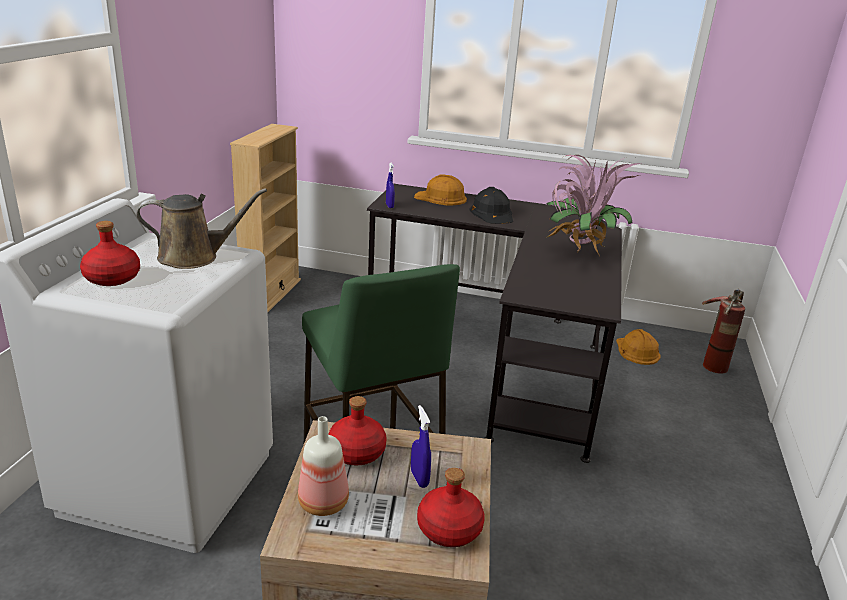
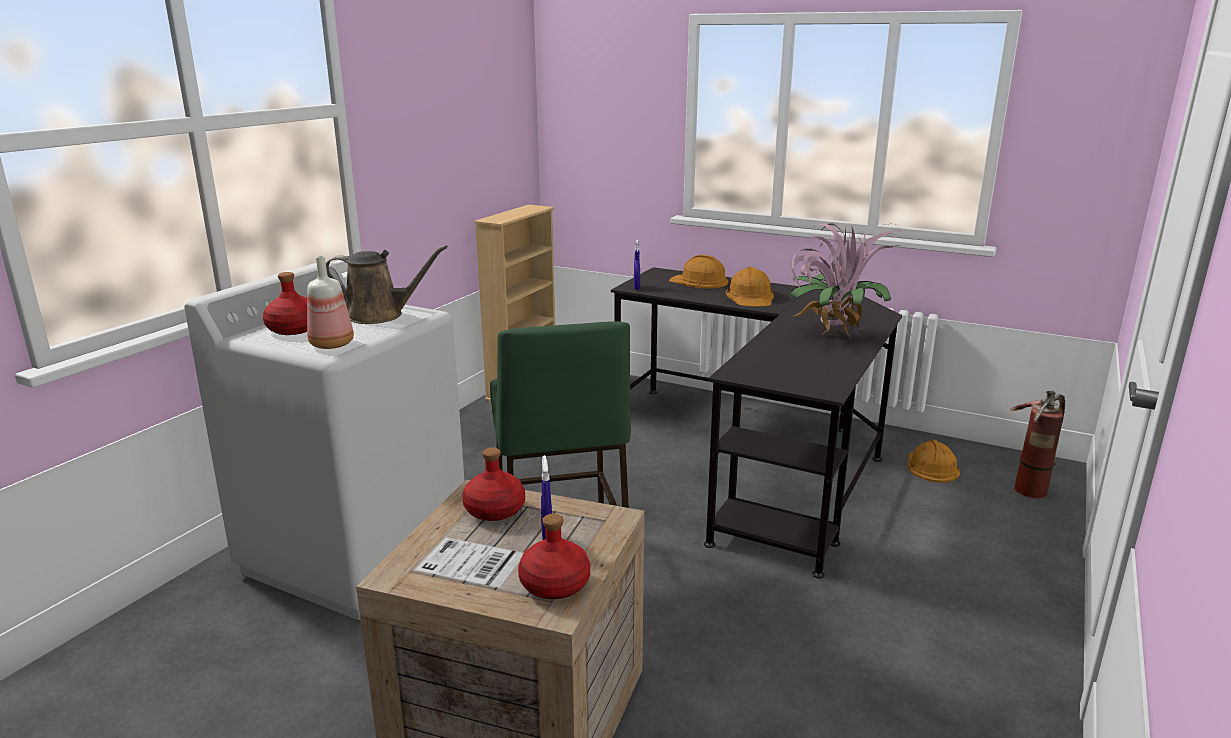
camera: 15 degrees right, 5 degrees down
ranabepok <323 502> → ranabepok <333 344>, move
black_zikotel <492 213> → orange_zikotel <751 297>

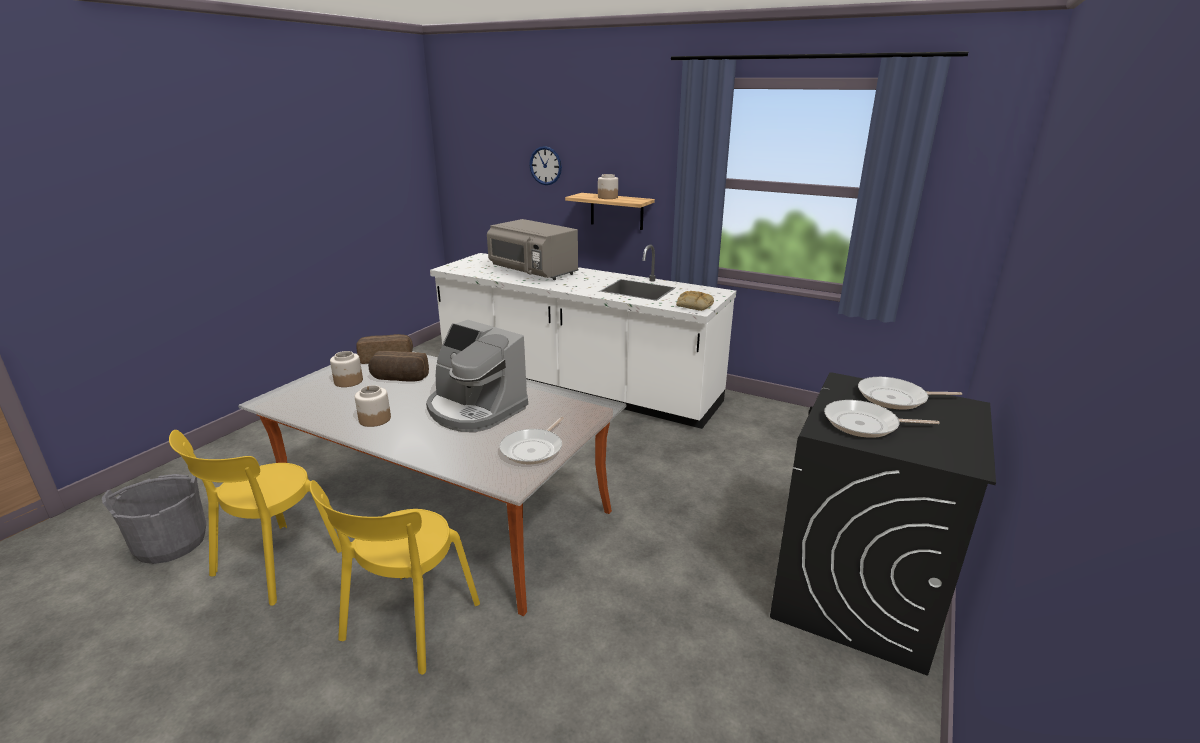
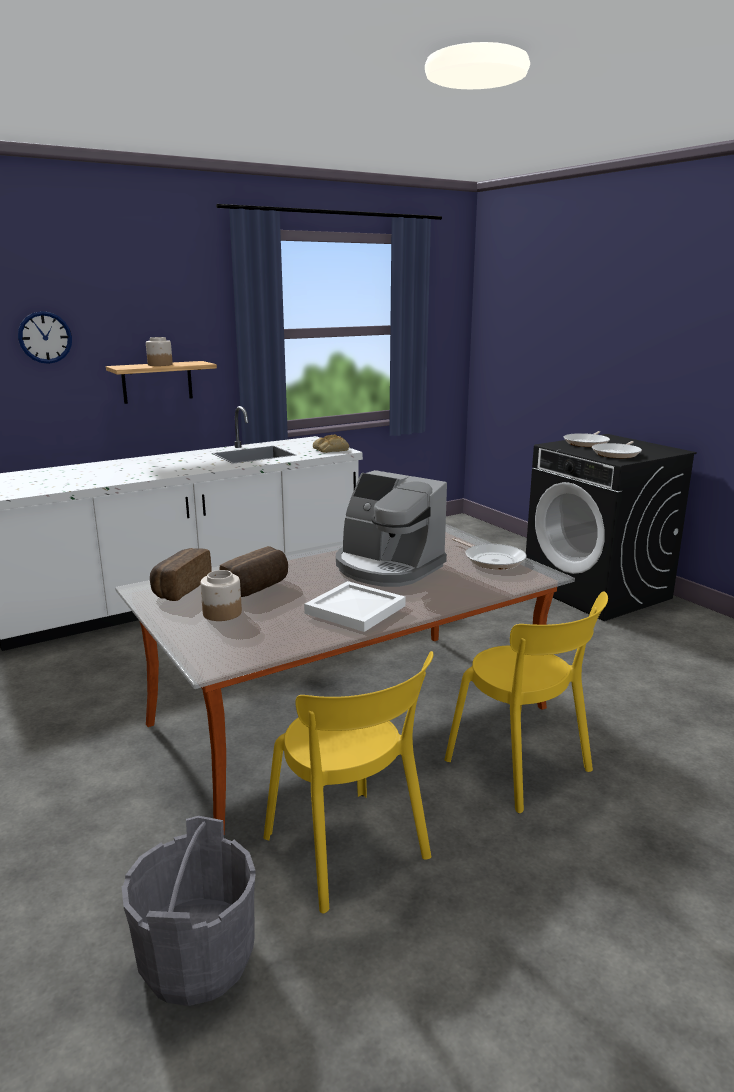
camera: 60 degrees left, 5 degrees down
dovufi <374 419> → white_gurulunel <353 609>
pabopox <475 409> → pabopox <387 567>, 60 degrees clockwise
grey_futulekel <533 272> → -

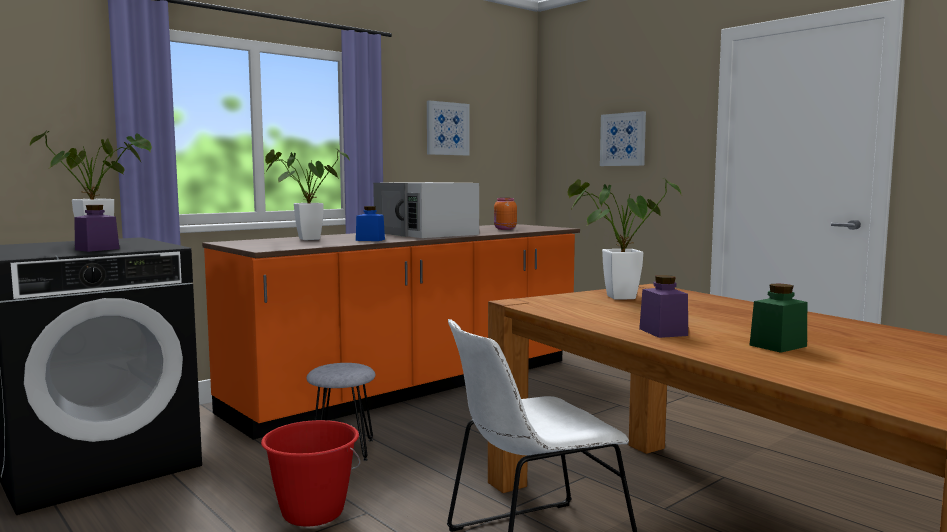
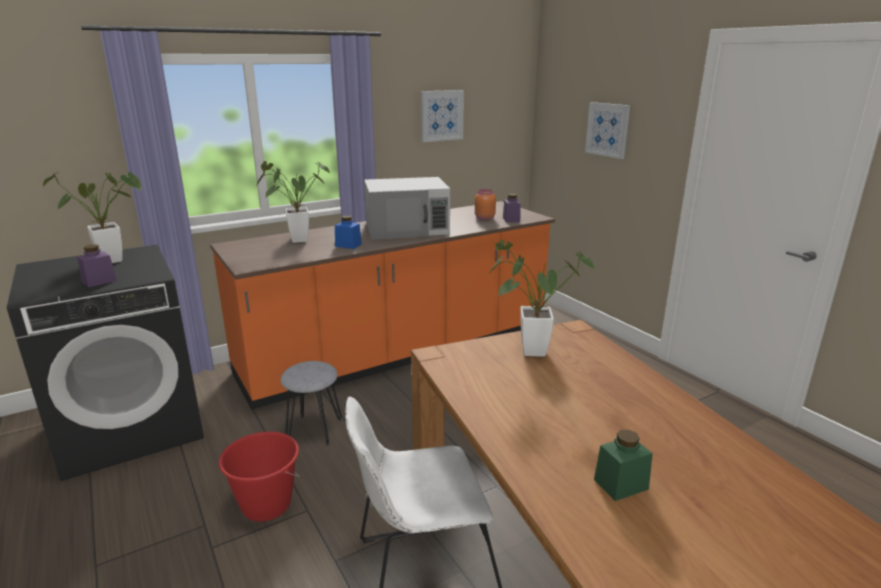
camera: 10 degrees right, 15 degrees up
white_futulekel <426 233> → white_futulekel <407 228>, 75 degrees counterclockwise
purple_dovufi <663 332> → purple_dovufi <511 219>, move

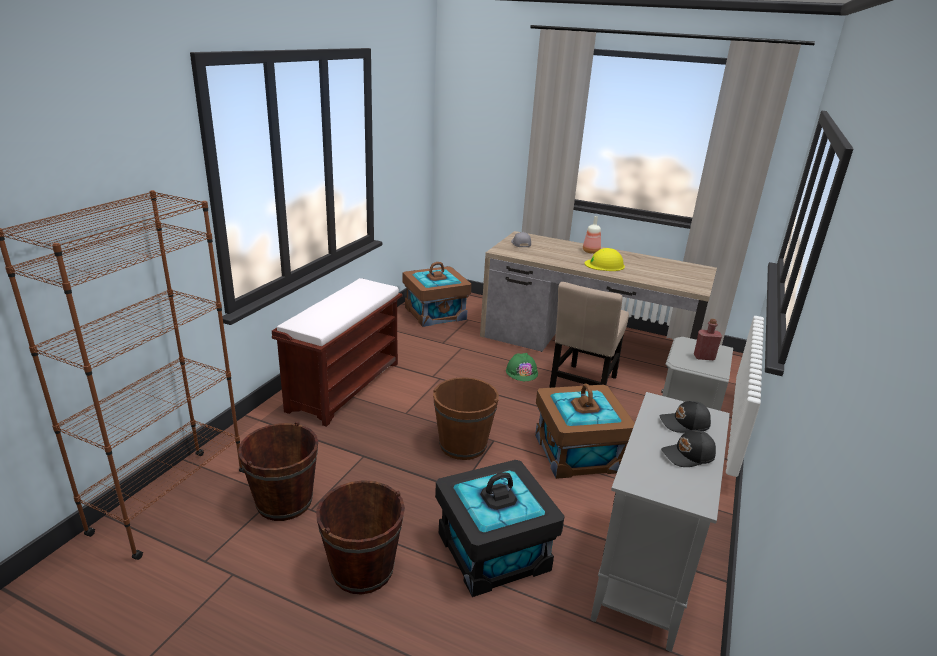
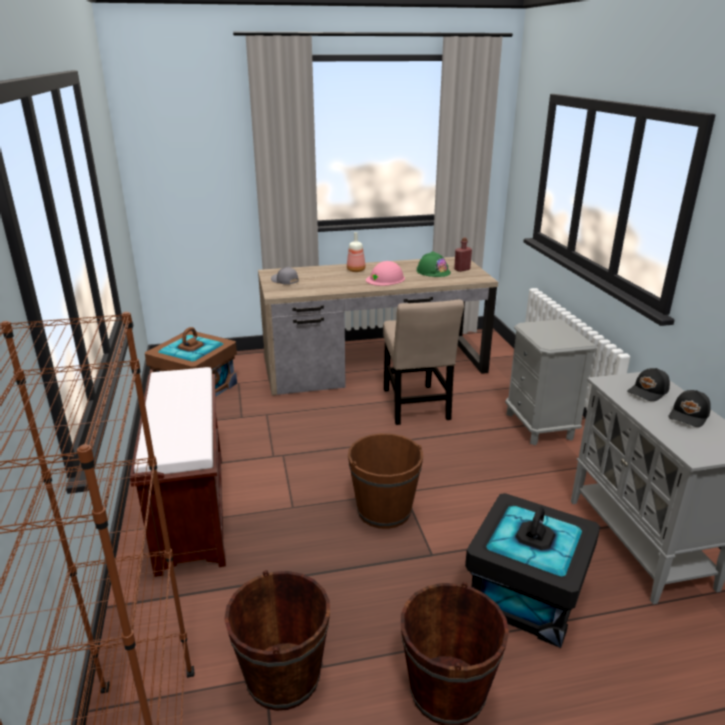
camera: 35 degrees left, 0 degrees up
green_zikotel <522 372> → green_zikotel <433 271>, move
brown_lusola <578 453> → -
yellow_zikotel <604 265> → pink_zikotel <385 279>
red_ranabepok <704 357> → red_ranabepok <462 269>, move

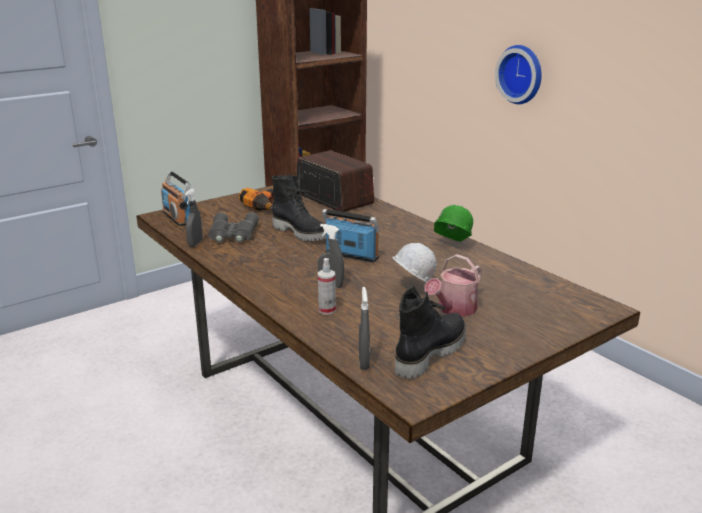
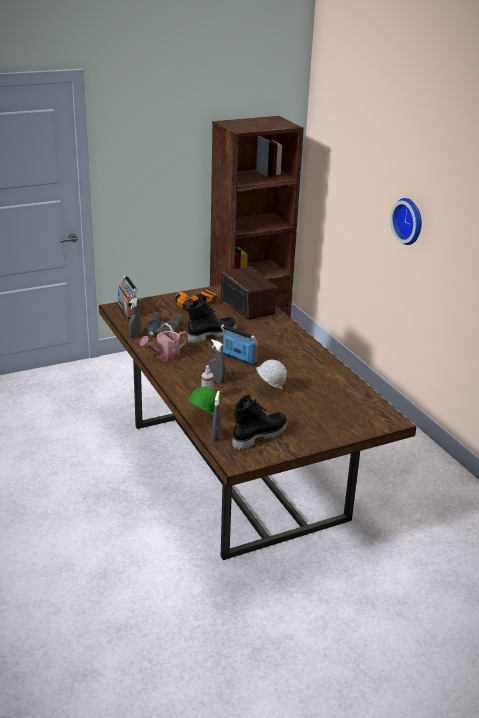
camera: 10 degrees right, 5 degrees up
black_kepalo <301 233> → black_kepalo <211 335>, 90 degrees counterclockwise
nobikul <454 309> → nobikul <165 356>, move
green_zikotel <450 246> → green_zikotel <201 419>, move

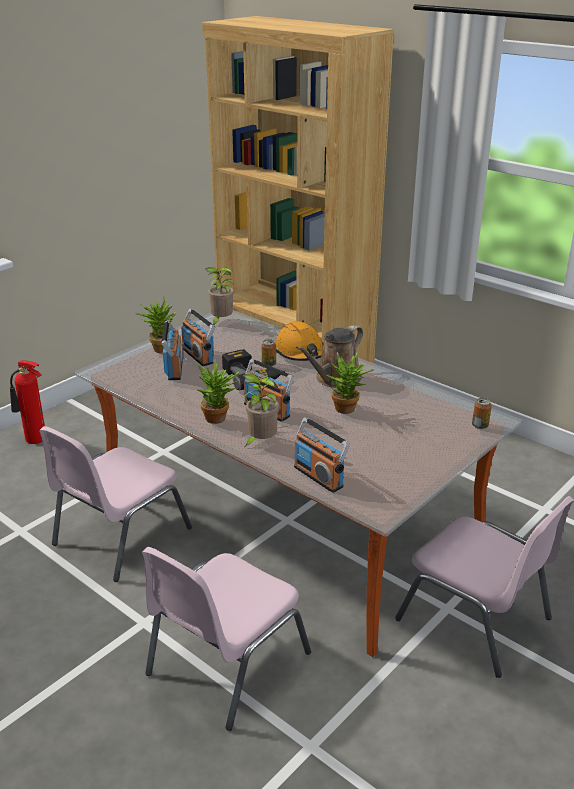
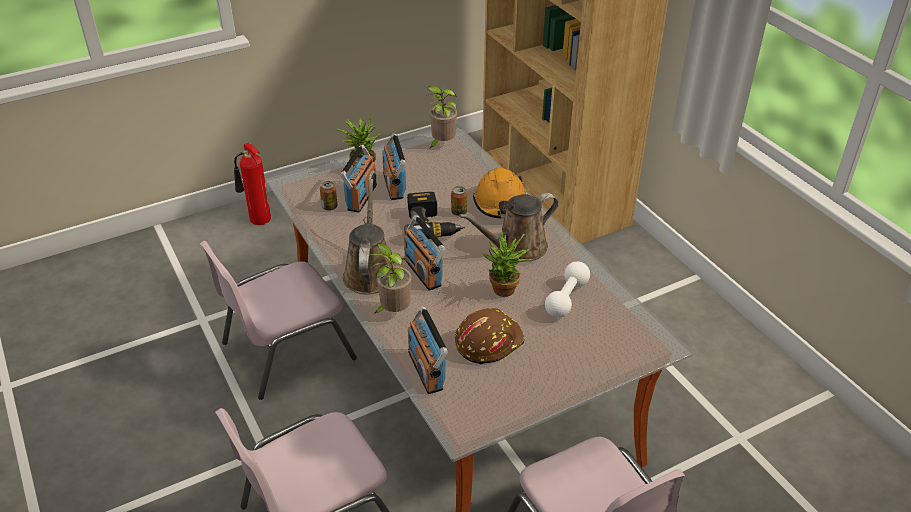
camera: 20 degrees right, 10 degrees up
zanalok <219 419> → brown_nobikul <369 272>
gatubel <480 425> → gatubel <329 207>, move
- → brown_zikotel <488 341>
- → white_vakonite <566 298>

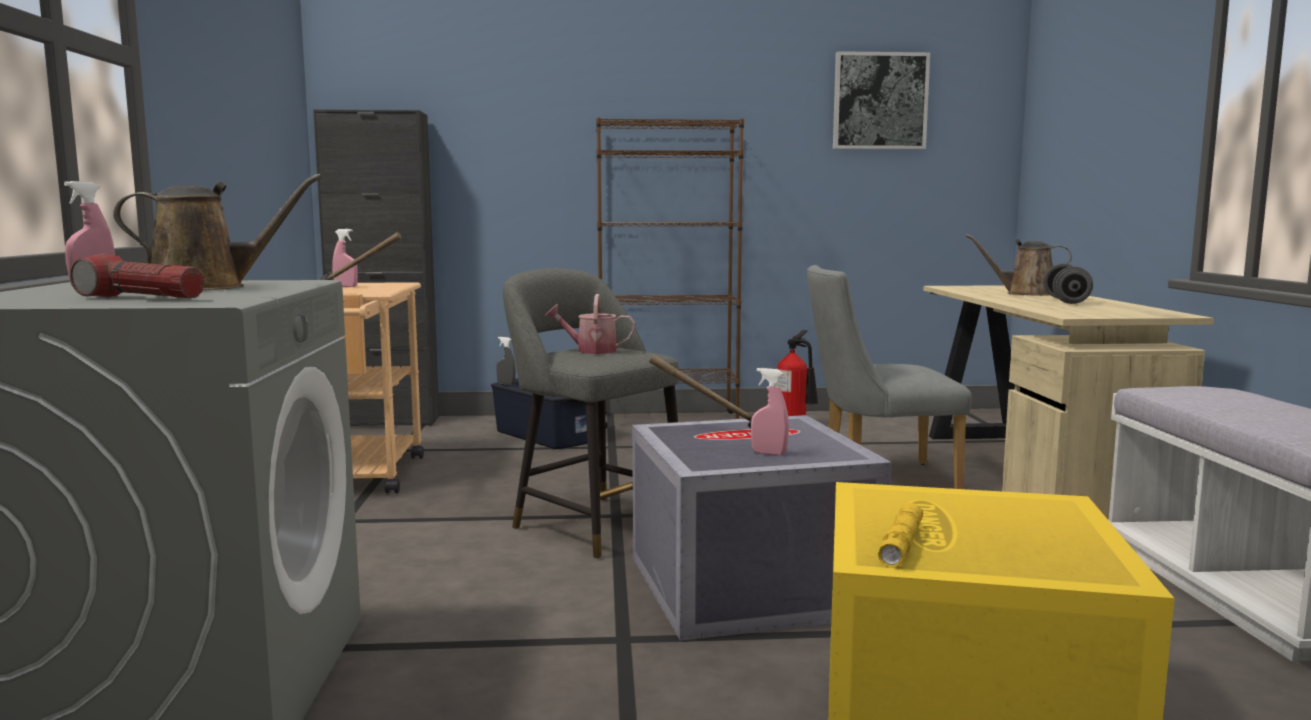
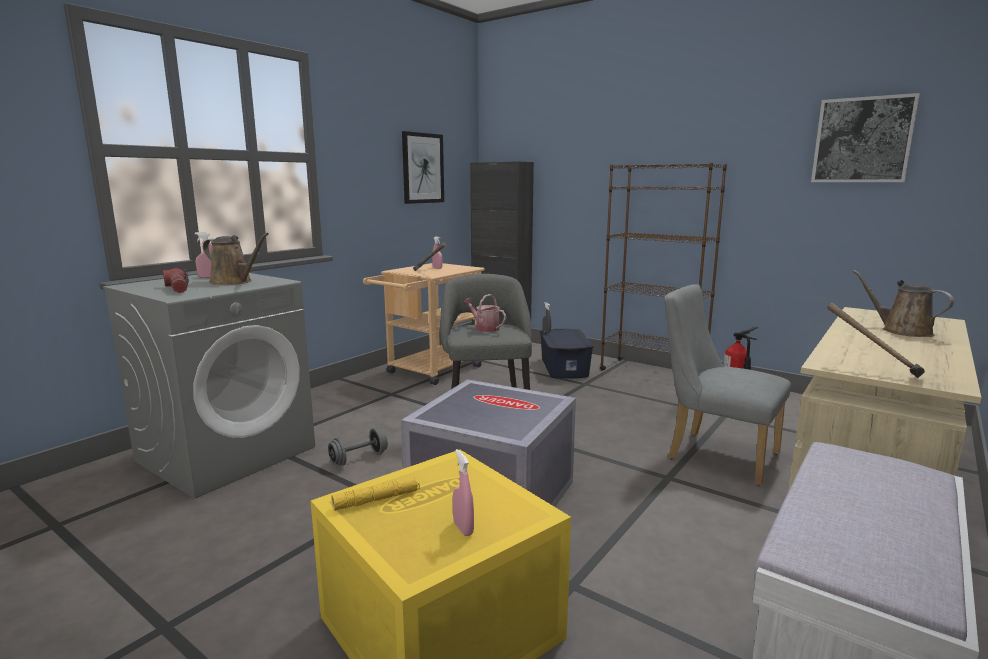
camera: 40 degrees right, 5 degrees up
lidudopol <711 431> → lidudopol <873 371>, move
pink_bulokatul <769 453> → pink_bulokatul <463 528>, move
grey_vakonite <1066 301> → grey_vakonite <359 459>, move
- → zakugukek <422 168>

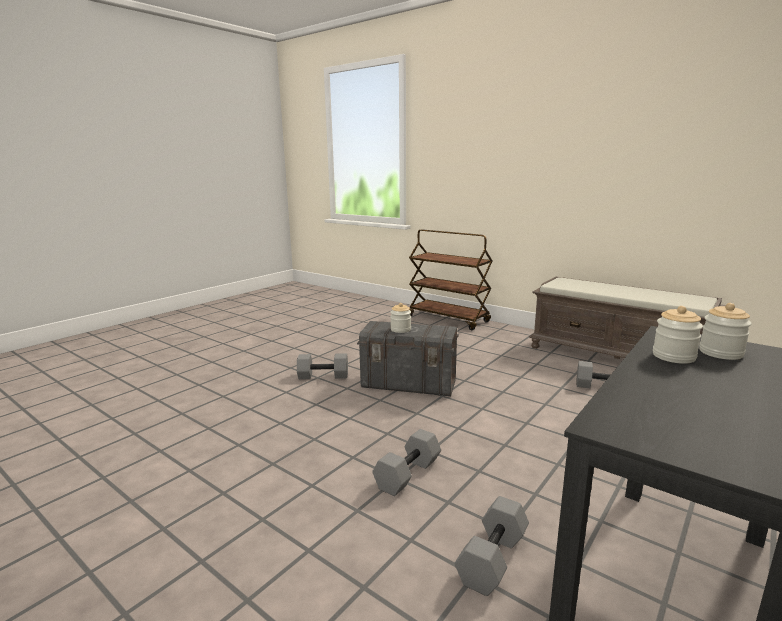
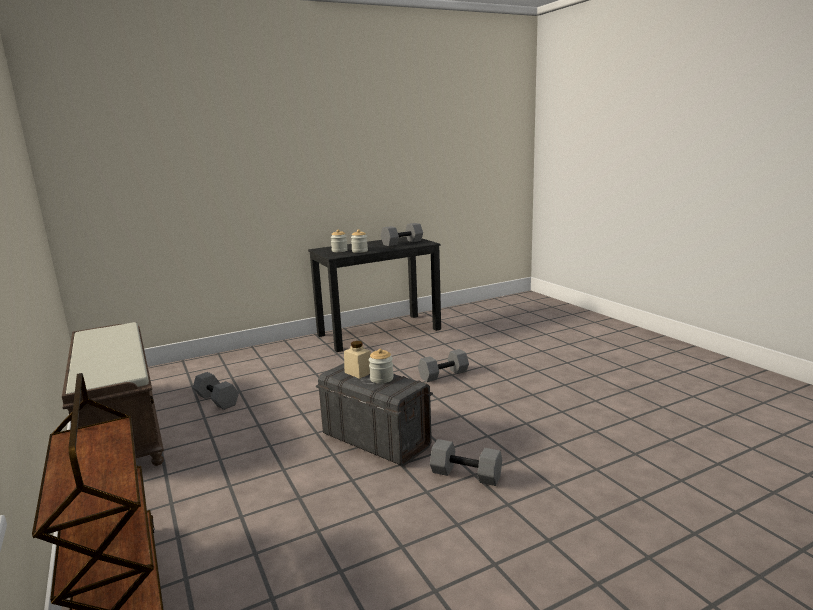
camera: 155 degrees left, 0 degrees up
grey_vakonite <493 560> → grey_vakonite <402 242>, move
- → beige_dovufi <358 372>

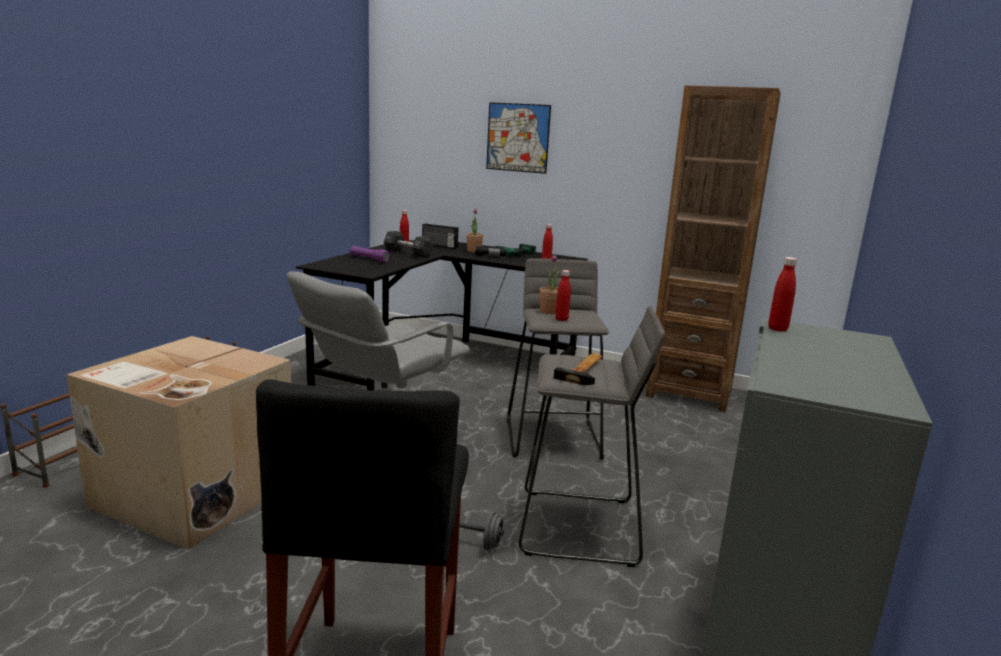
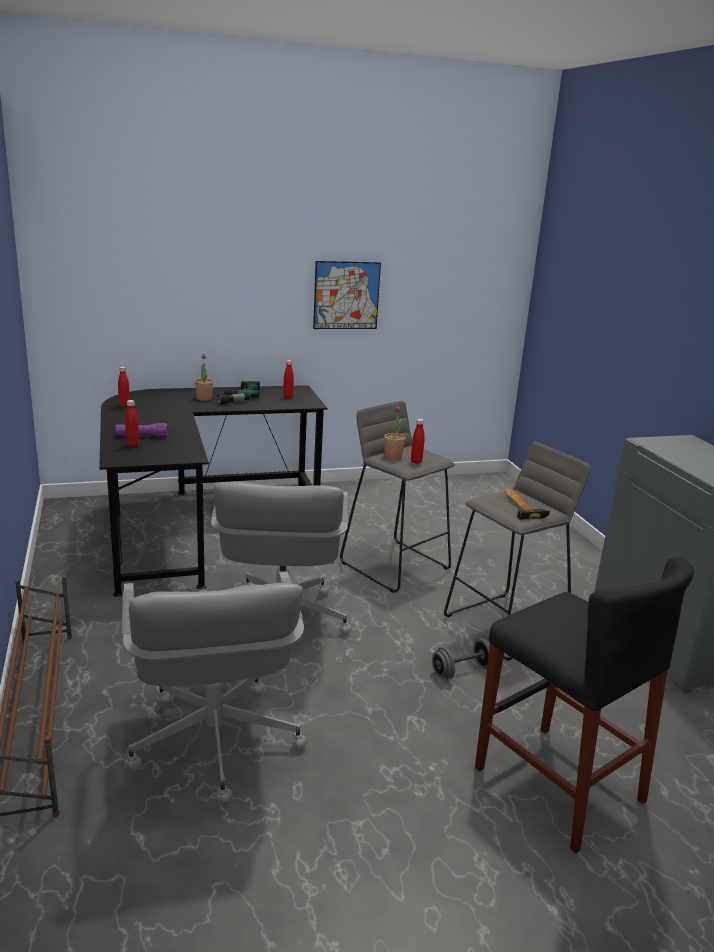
camera: 40 degrees left, 5 degrees up
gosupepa <192 494> → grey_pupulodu <213 743>
black_vakonite <408 253> → -
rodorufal <439 246> → -
zakugukek <518 137> → zakugukek <346 295>, move
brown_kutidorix <689 393> → -
red_ranabepok <777 329> → red_ranabepok <132 445>, move

